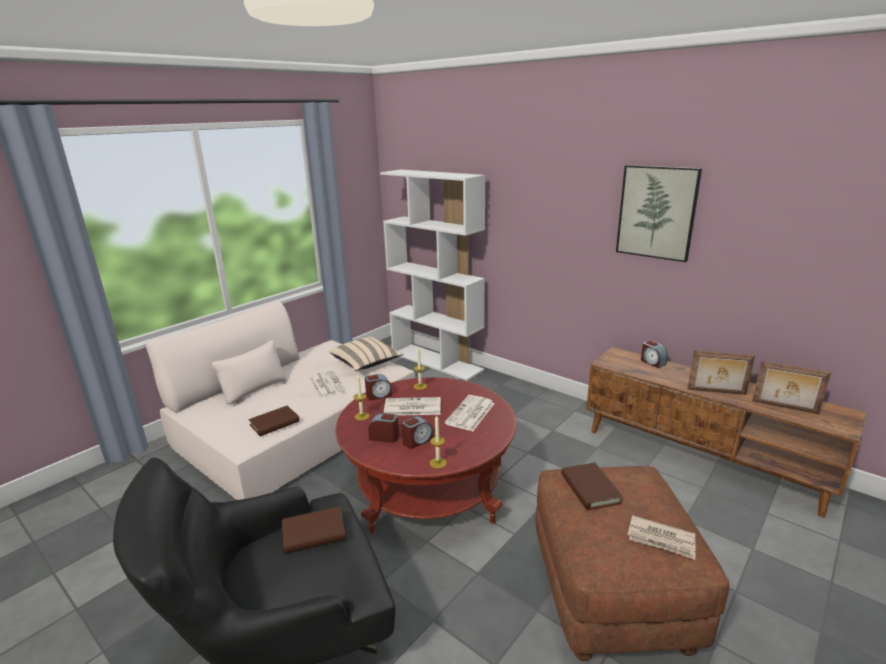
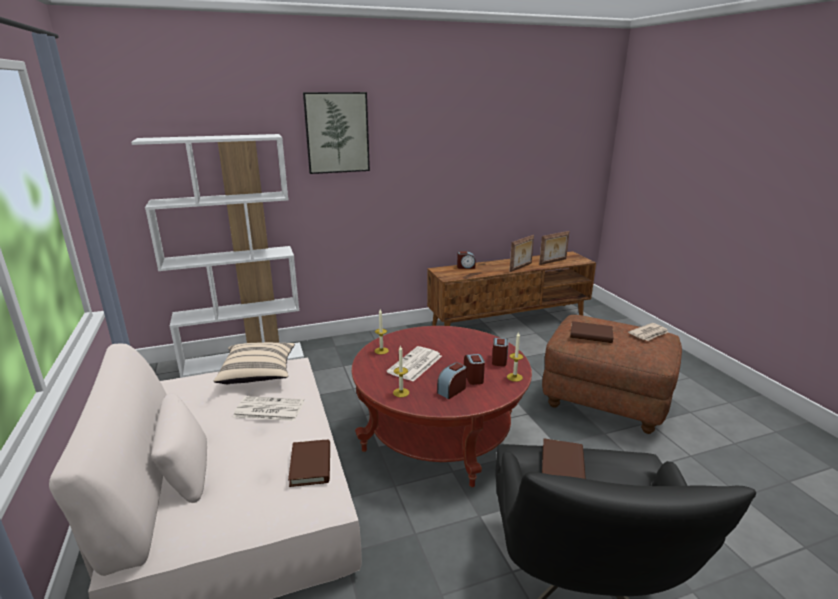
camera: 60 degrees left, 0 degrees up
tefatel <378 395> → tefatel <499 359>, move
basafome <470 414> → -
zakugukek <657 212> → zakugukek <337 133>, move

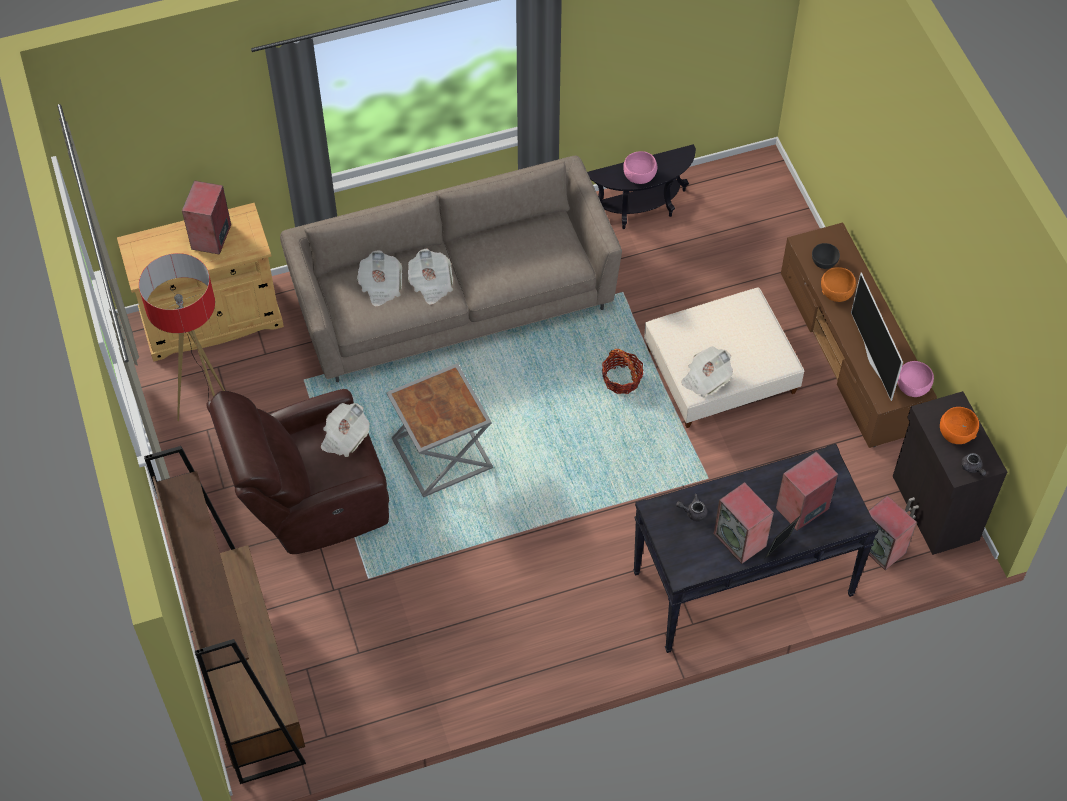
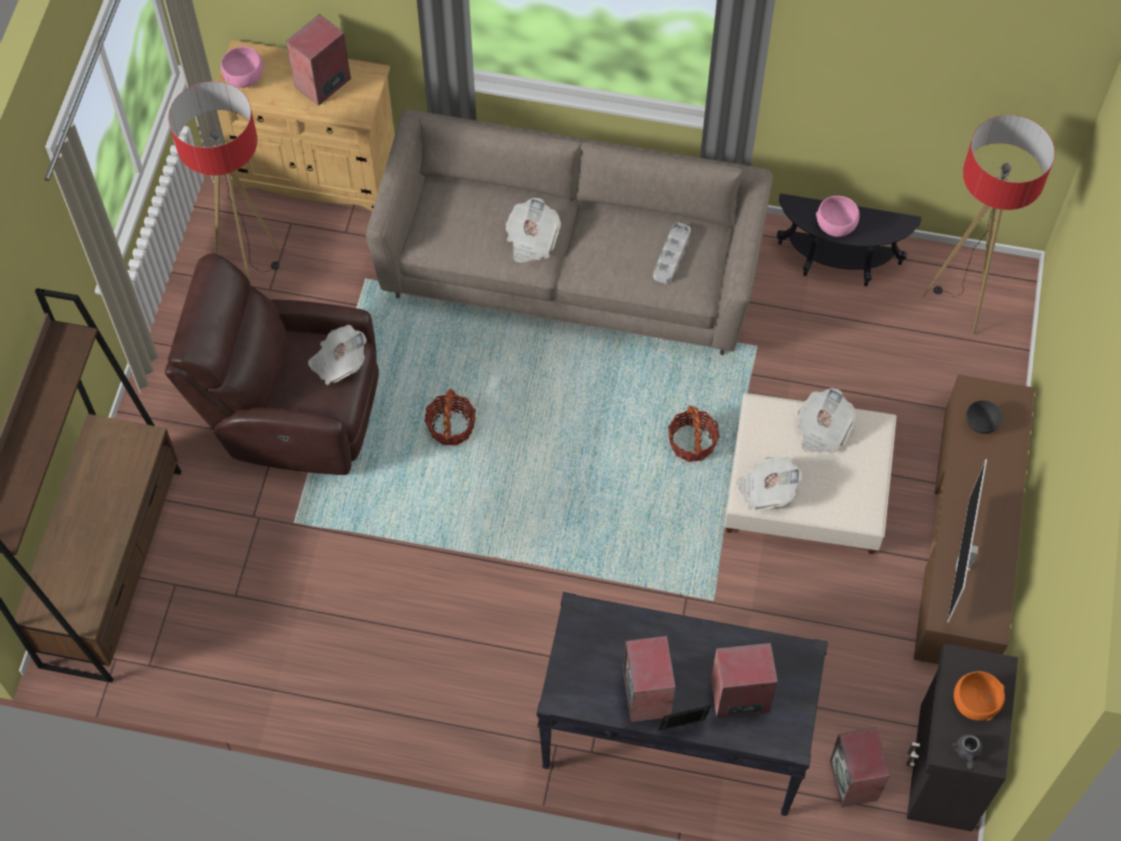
camera: 30 degrees right, 5 degrees up
basafome <380 286> → basafome <822 430>, move
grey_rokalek <440 453> → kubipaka <451 426>
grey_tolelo <693 512> → -
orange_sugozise <836 293> → -
pink_sugozise <913 387> → pink_sugozise <245 78>, move
- → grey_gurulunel <671 255>
- → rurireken <959 303>

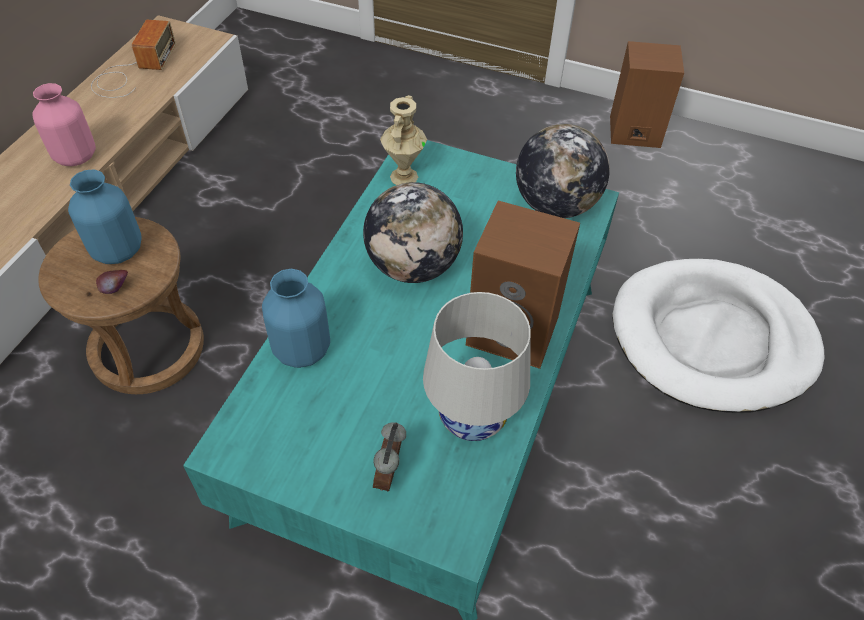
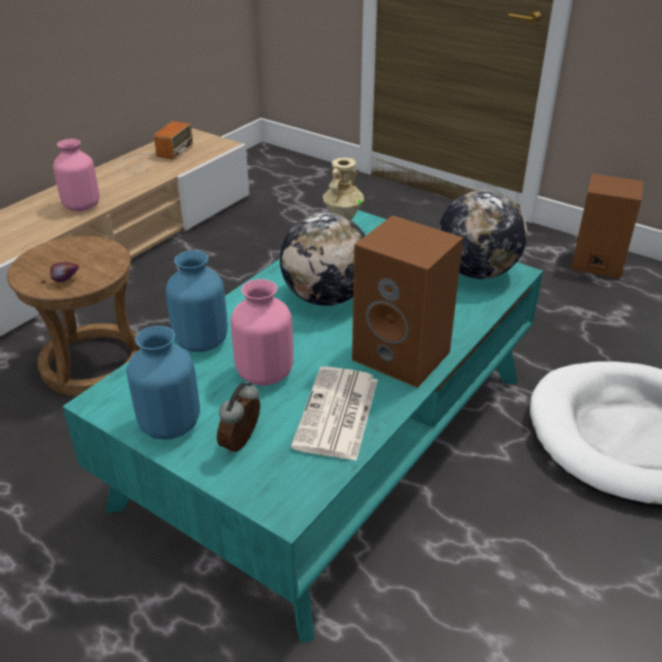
camera: 15 degrees right, 15 degrees down
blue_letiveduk <118 250> → blue_letiveduk <171 425>, move
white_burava <472 418> → basafome <337 414>
- → pink_letiveduk <264 373>

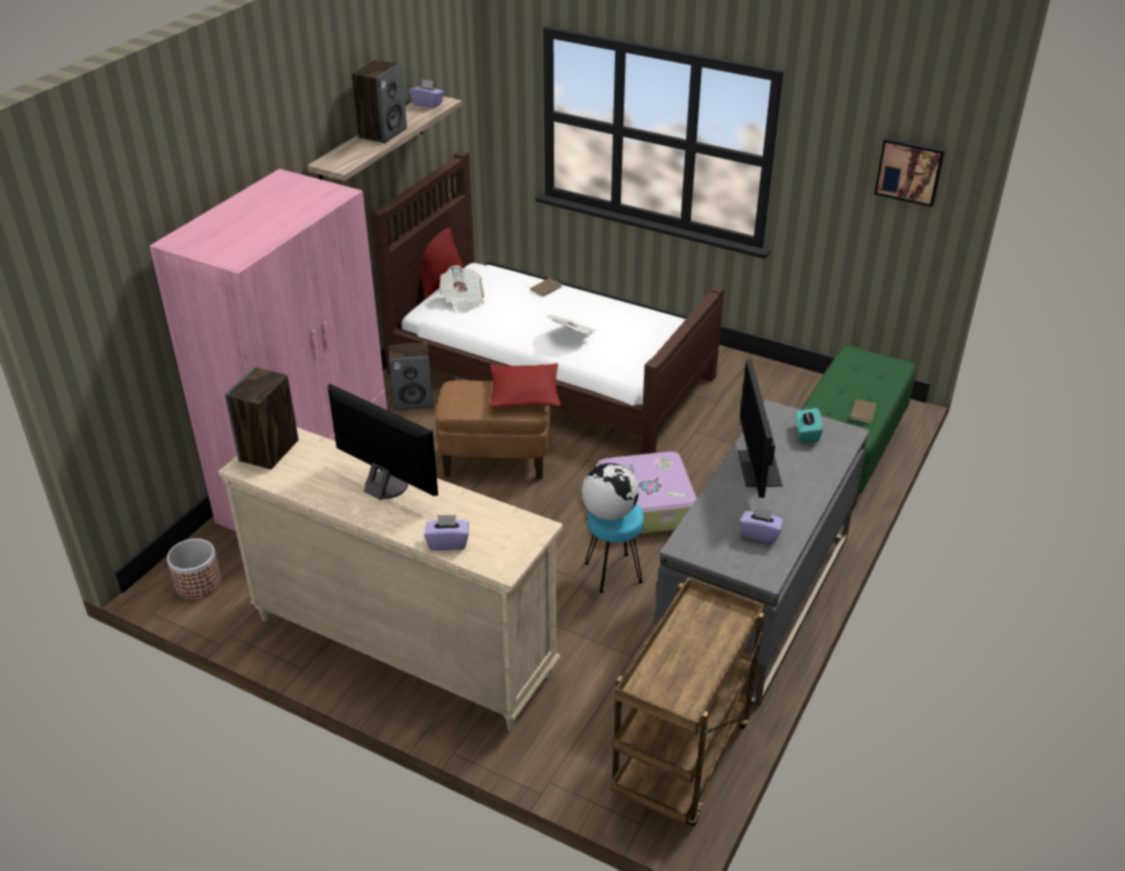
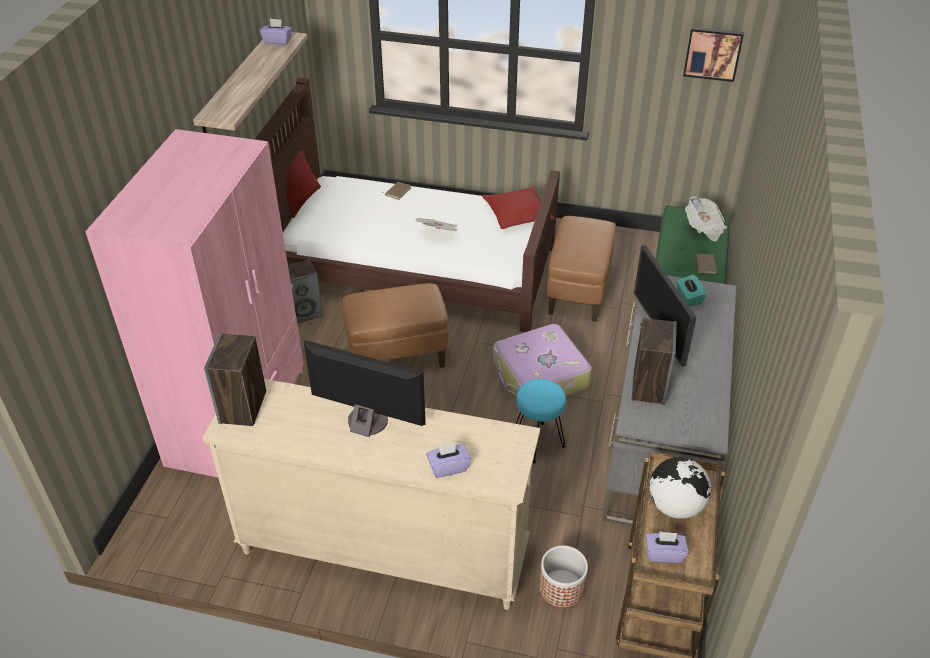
camera: 15 degrees left, 5 degrees up
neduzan <198 584> → neduzan <561 588>, move
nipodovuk <383 133> → nipodovuk <648 386>, move
basafome <462 300> → basafome <704 228>, move
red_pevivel <524 394> → red_pevivel <517 214>, move
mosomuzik <609 513> → mosomuzik <675 506>, move
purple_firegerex <760 534> → purple_firegerex <664 554>, move
- → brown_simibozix <578 292>

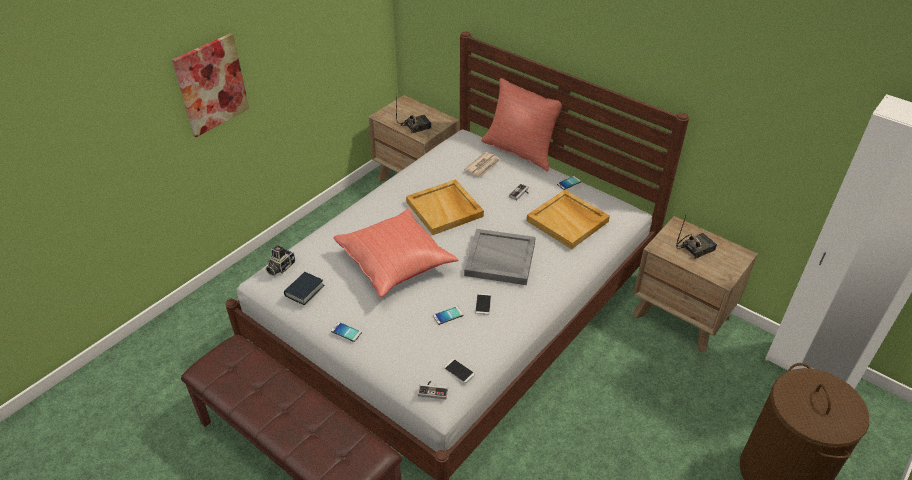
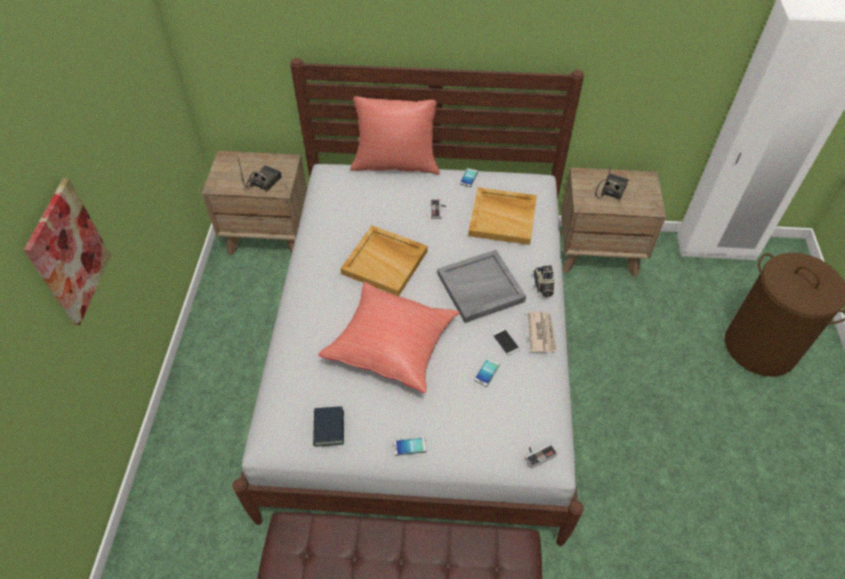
camera: 35 degrees left, 10 degrees up
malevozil <280 267> → malevozil <543 286>, move
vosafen <459 371> → -
basafome <483 166> → basafome <541 333>, move

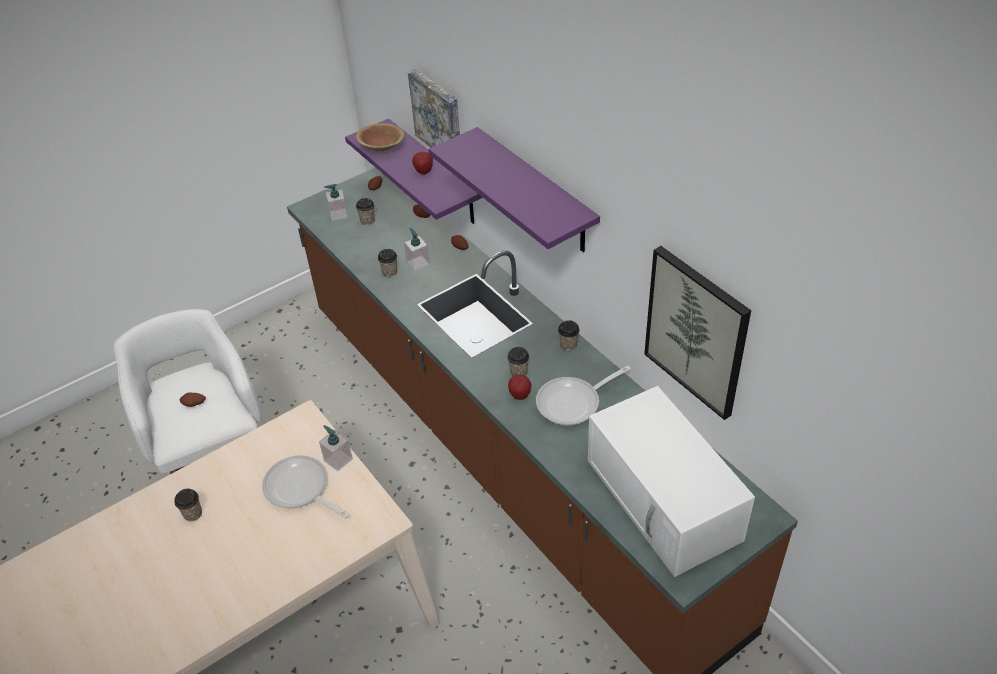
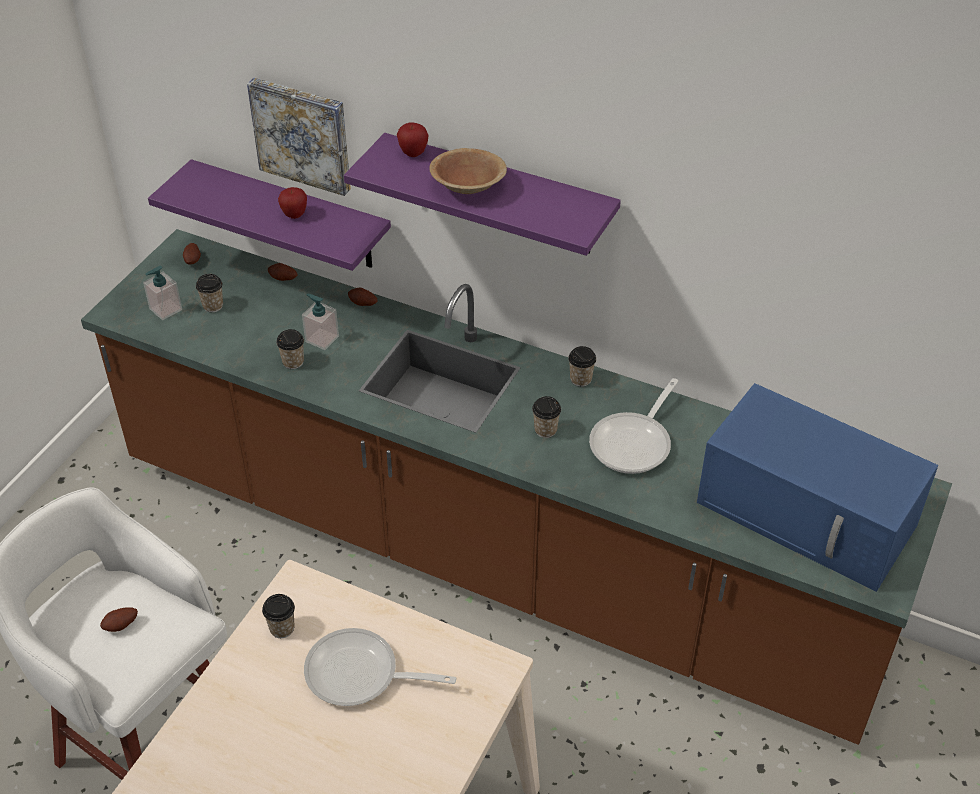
camera: 30 degrees left, 0 degrees up
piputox <193 514> → piputox <282 628>, move
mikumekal <338 460> → -
brown_sugozise <381 147> → brown_sugozise <468 186>, move
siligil <520 396> → siligil <413 153>, move
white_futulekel <665 501> → blue_futulekel <809 514>
zakugukek <696 332> → -

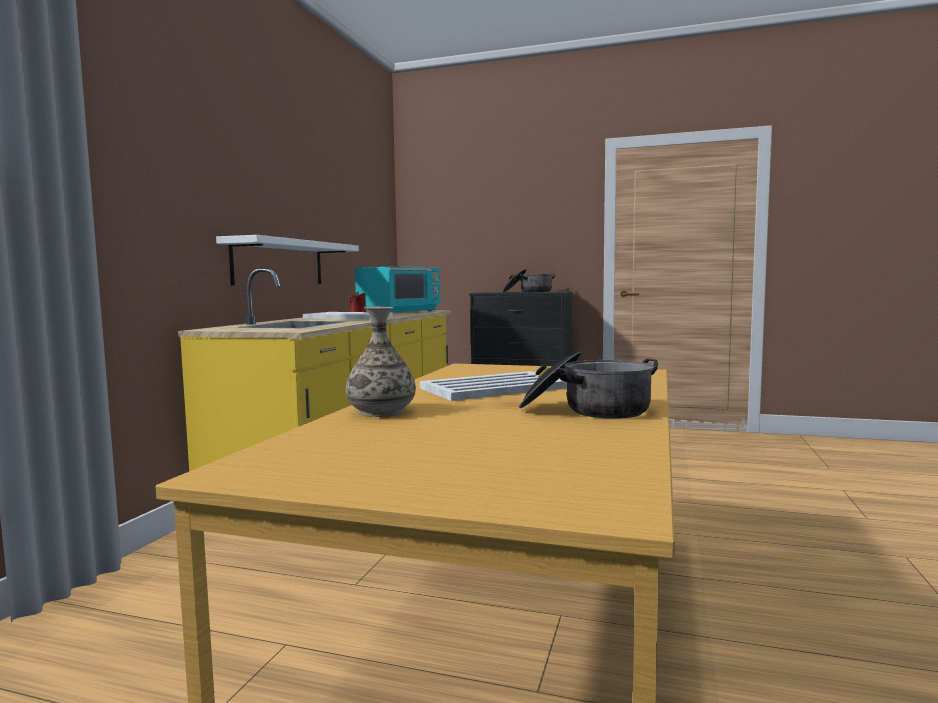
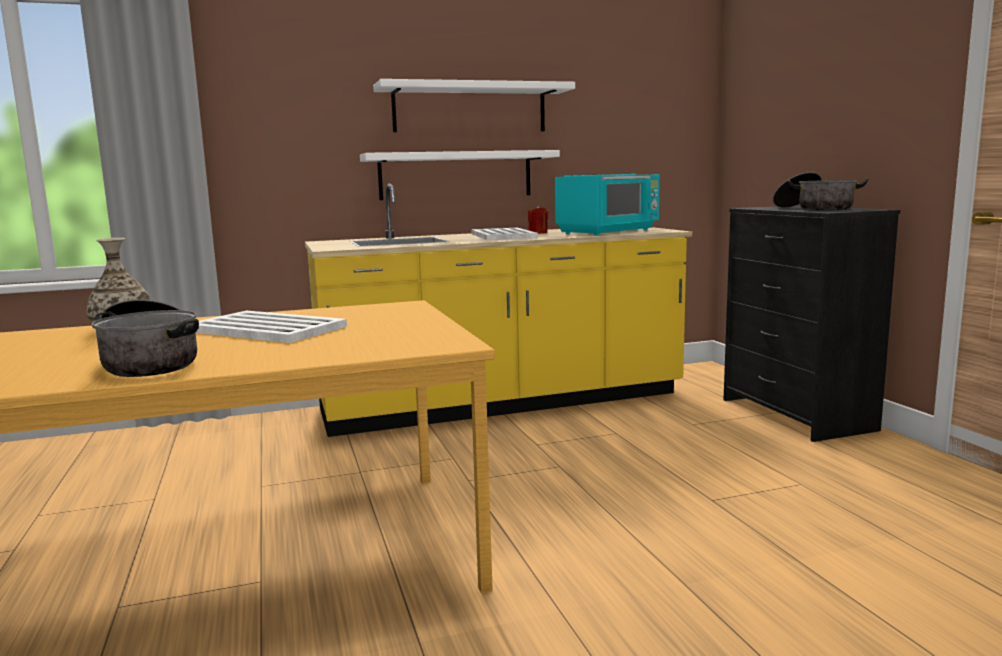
camera: 55 degrees right, 5 degrees up
turquoise_futulekel <400 312> → turquoise_futulekel <609 231>, 45 degrees counterclockwise
- → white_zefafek <470 109>

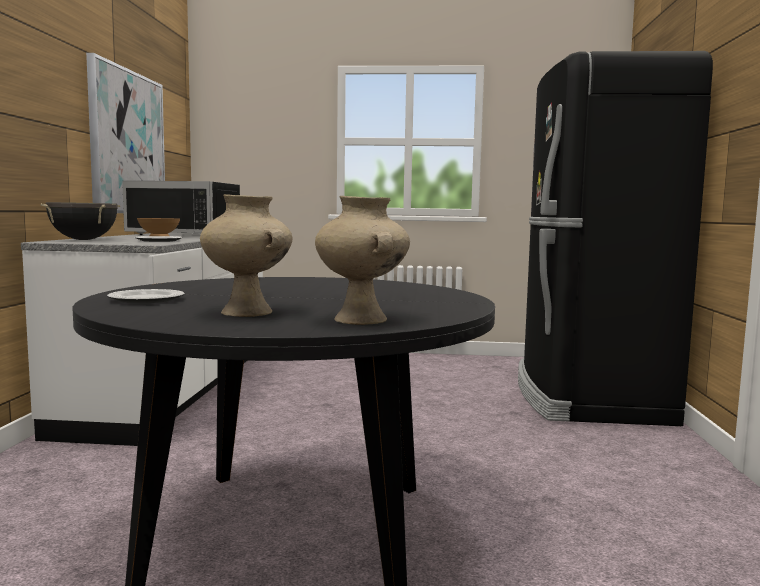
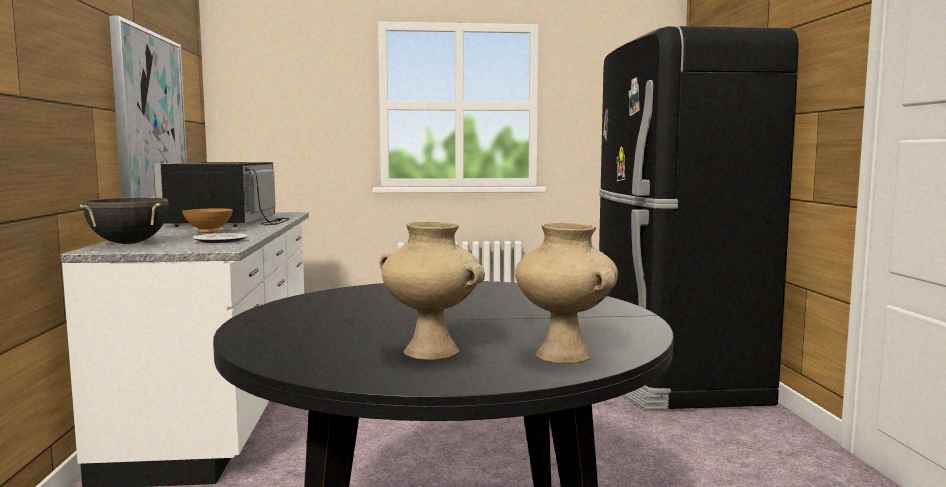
camera: 10 degrees left, 0 degrees up
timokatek <146 300> → -
black_futulekel <189 234> → black_futulekel <229 222>, 90 degrees clockwise

